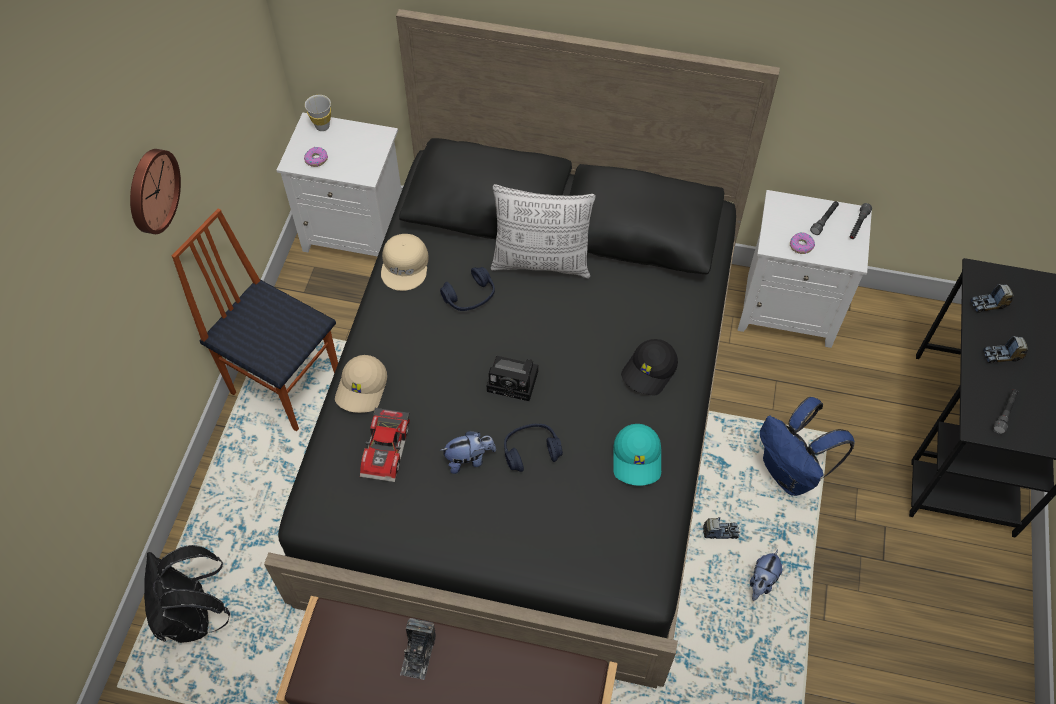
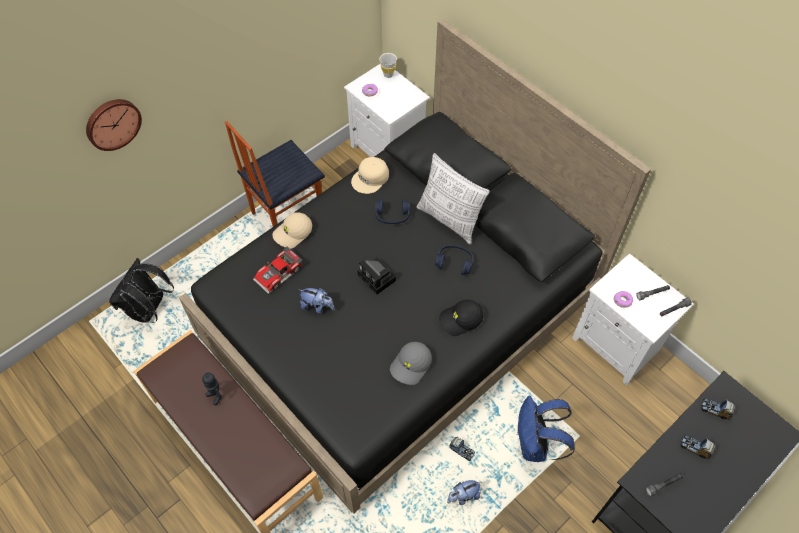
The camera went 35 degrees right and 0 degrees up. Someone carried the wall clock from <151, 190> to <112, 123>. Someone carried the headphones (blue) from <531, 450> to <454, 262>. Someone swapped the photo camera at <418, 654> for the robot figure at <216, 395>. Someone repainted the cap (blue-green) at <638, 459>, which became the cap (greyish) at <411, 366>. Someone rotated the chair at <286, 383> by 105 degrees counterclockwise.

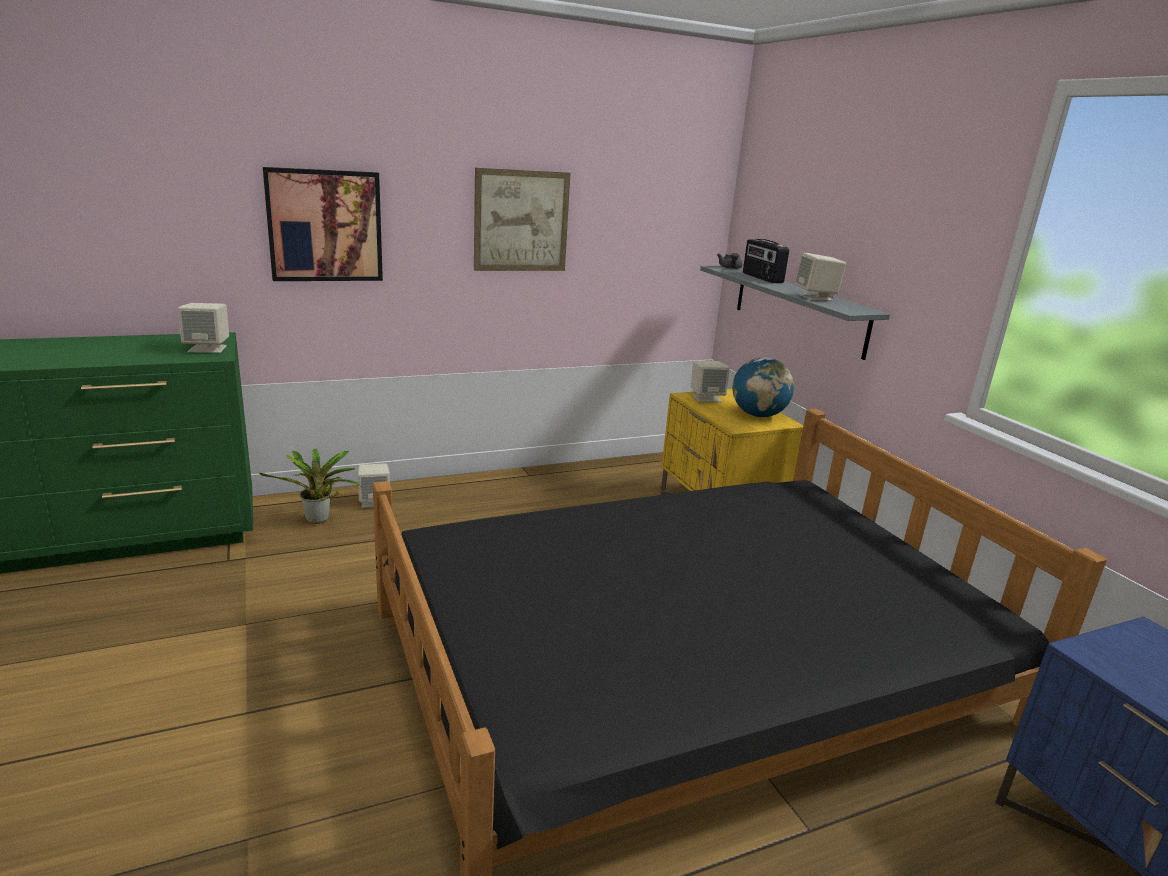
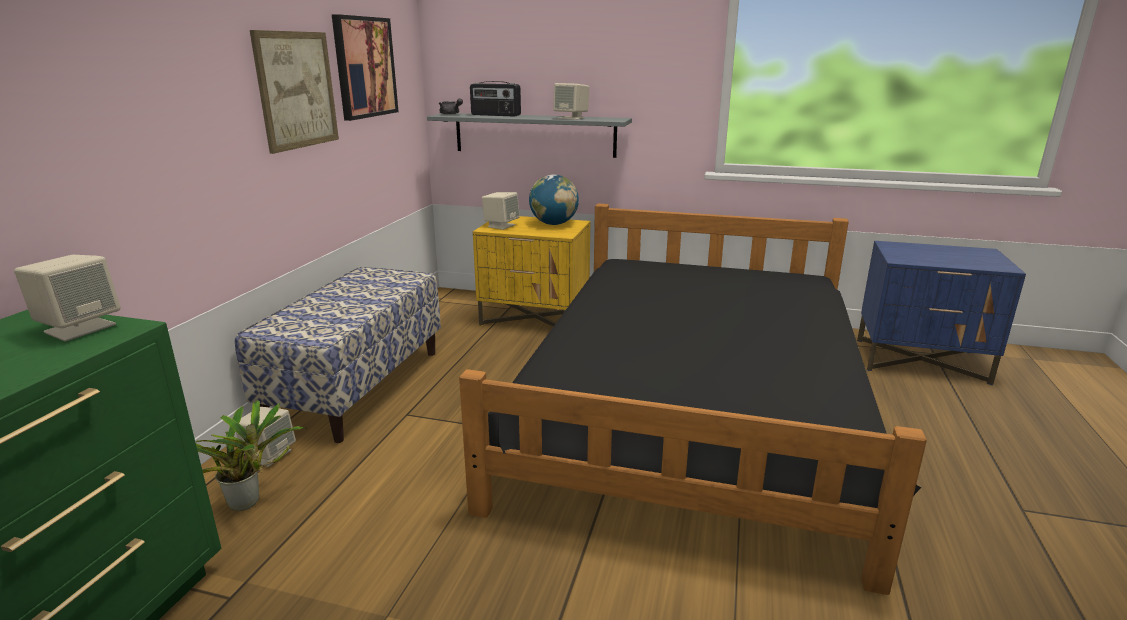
The camera went 50 degrees left and 0 degrees up. Someone put down the bench at <357, 387>. Someone carried the wall picture from <325, 226> to <364, 67>.

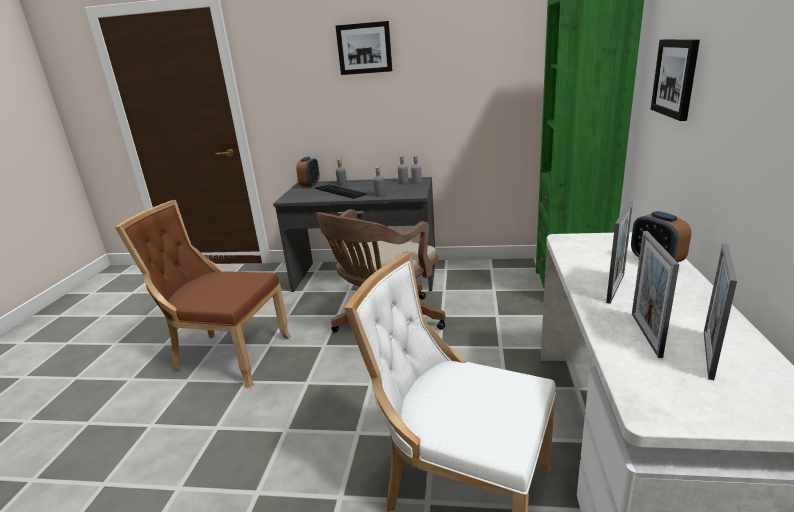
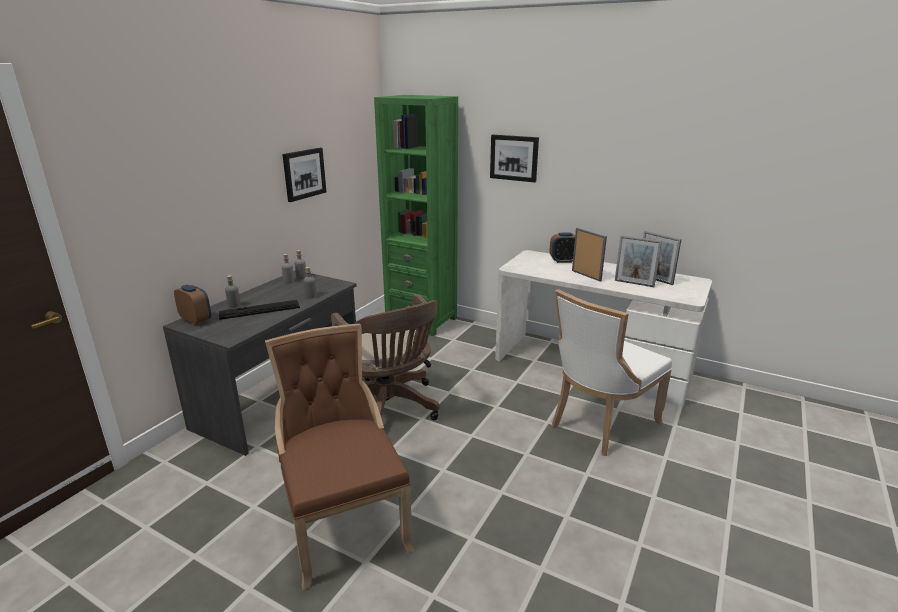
The camera went 70 degrees left and 0 degrees up. Someone carried the wall picture from <364, 48> to <304, 174>. Someone rotated the chair (brown-coloured) at <227, 356> by 120 degrees clockwise.

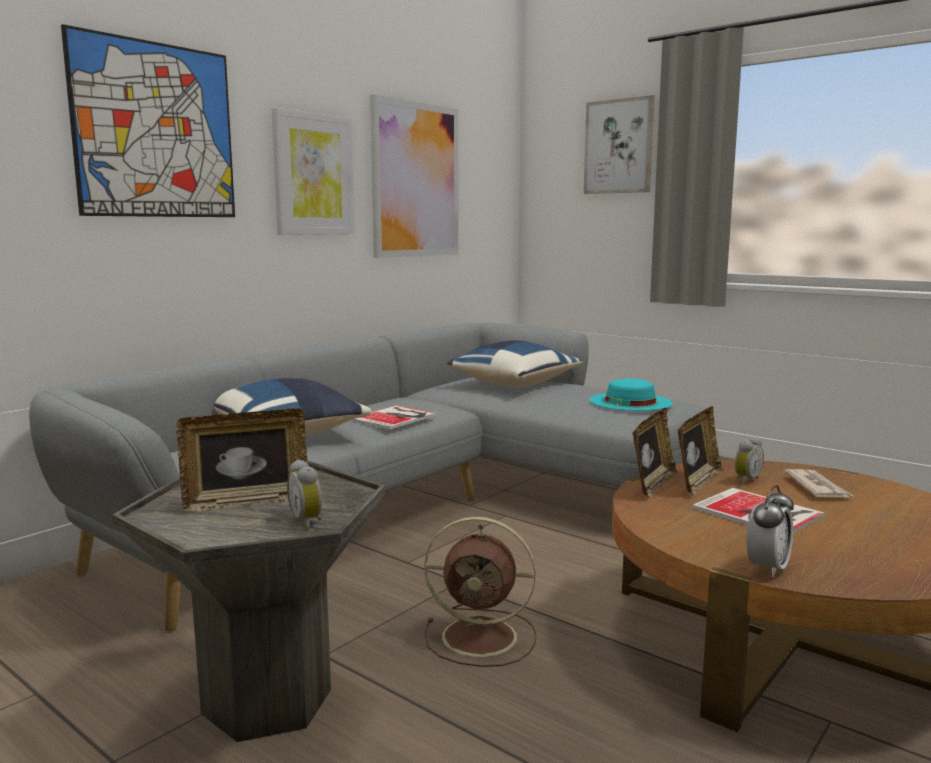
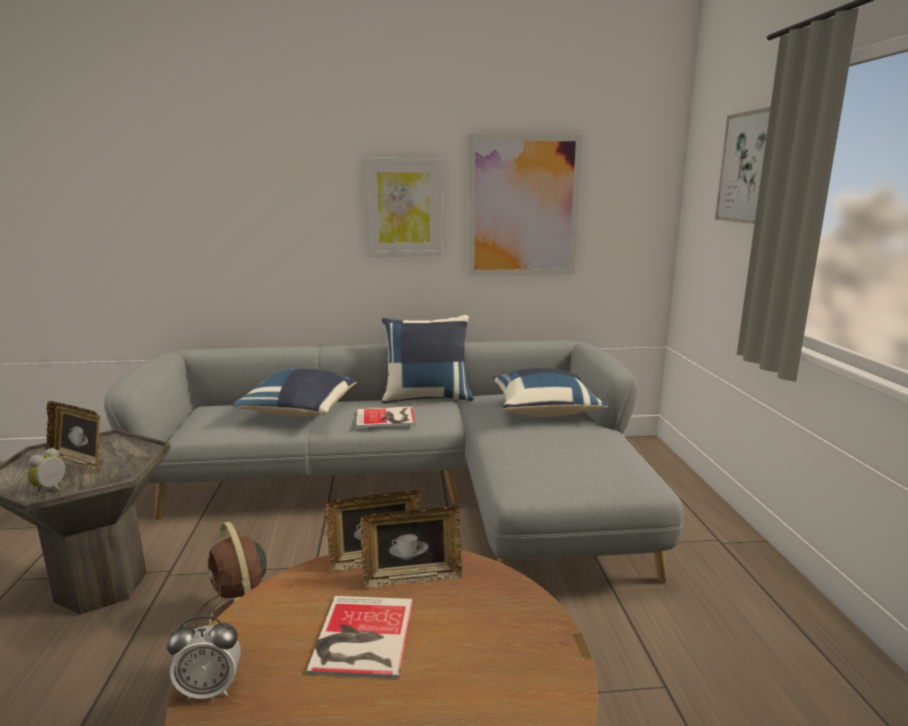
The camera went 45 degrees right and 5 degrees up. Someone took away the wall picture at <156, 131>. Someone took away the clothing hat (blue-green) at <630, 401>. Someone took away the table clock at <745, 480>. Someone took away the printed paper at <817, 487>. Someone put down the cushion (blue) at <427, 397>.

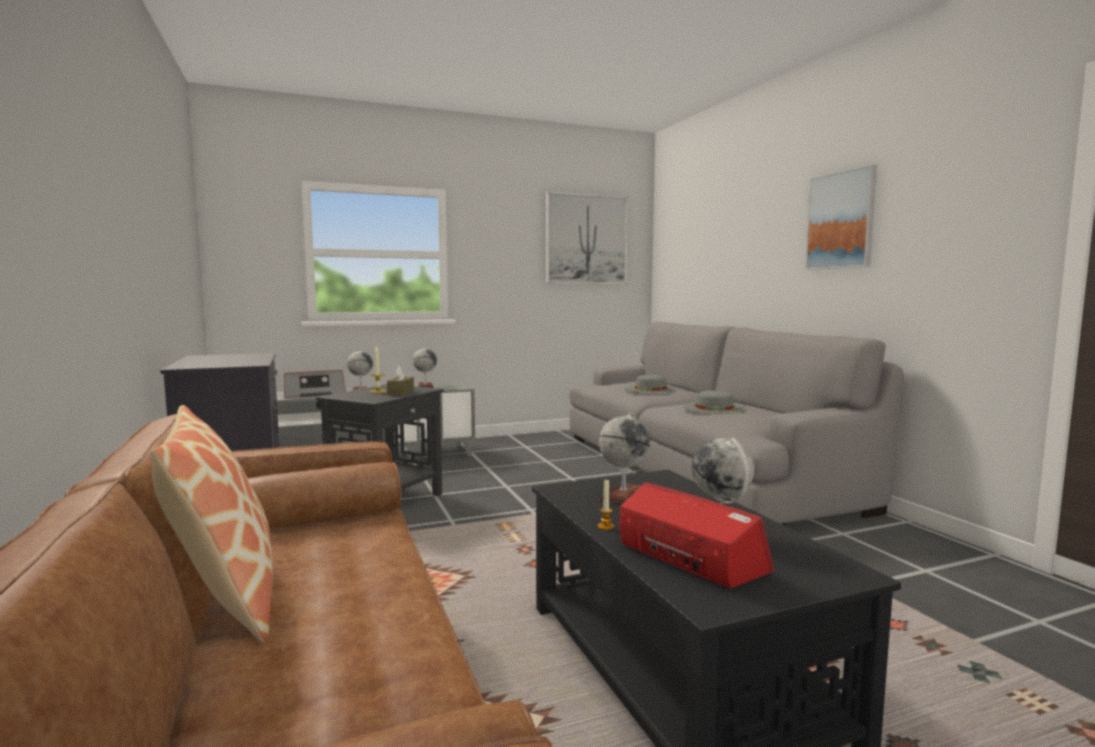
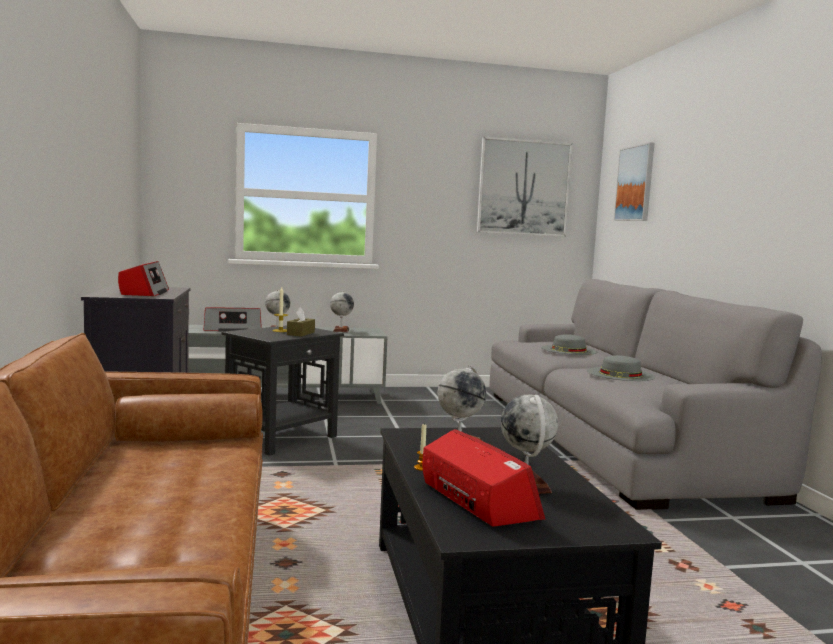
The camera went 10 degrees right and 0 degrees up. Someone took away the cushion at <225, 598>. Someone put down the radio receiver at <144, 292>. Someone carried the wall picture from <841, 220> to <635, 183>.

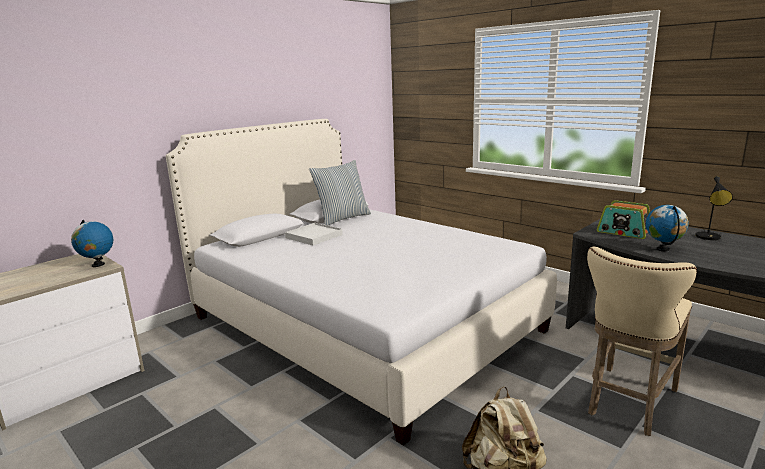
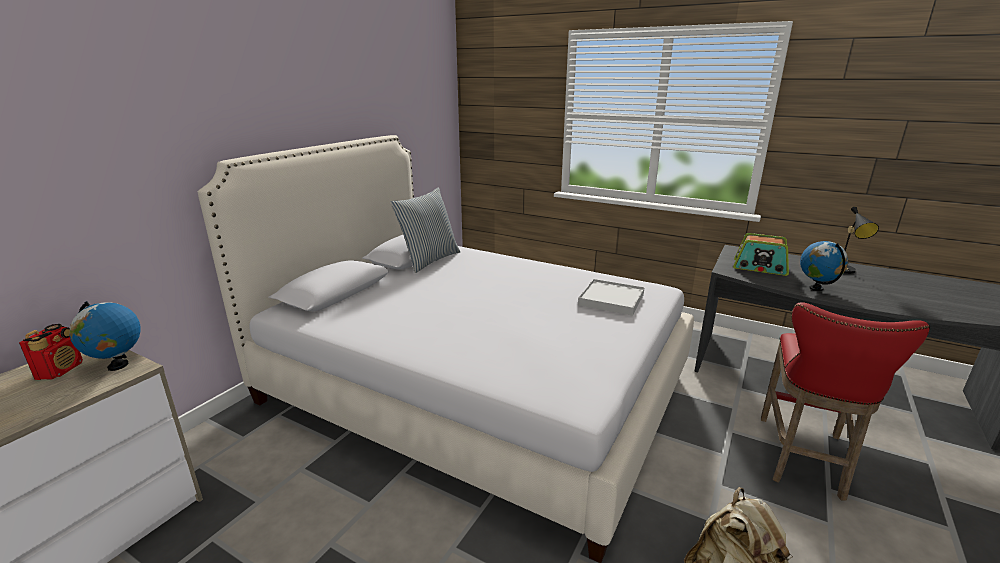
The camera went 15 degrees left and 5 degrees up. Someone put down the radio receiver at <60, 370>. Someone carried the serving tray (whitish) from <314, 236> to <611, 300>. Someone repainted the stool seat (beige) at <628, 403>, which became the stool seat (red-coloured) at <802, 460>.

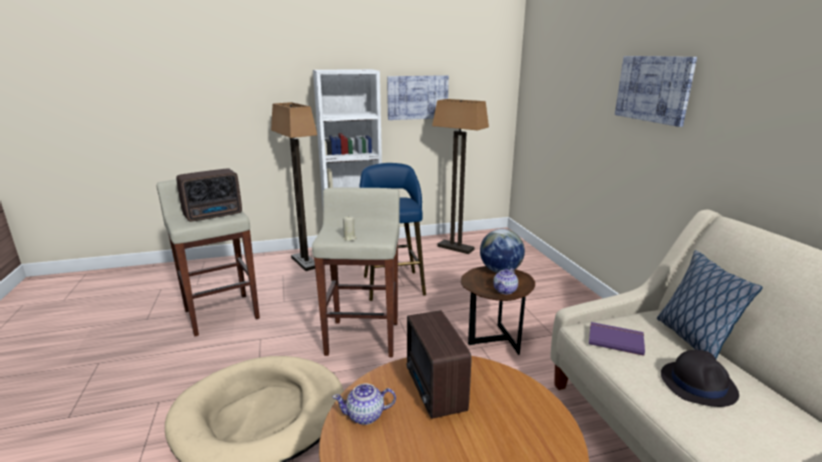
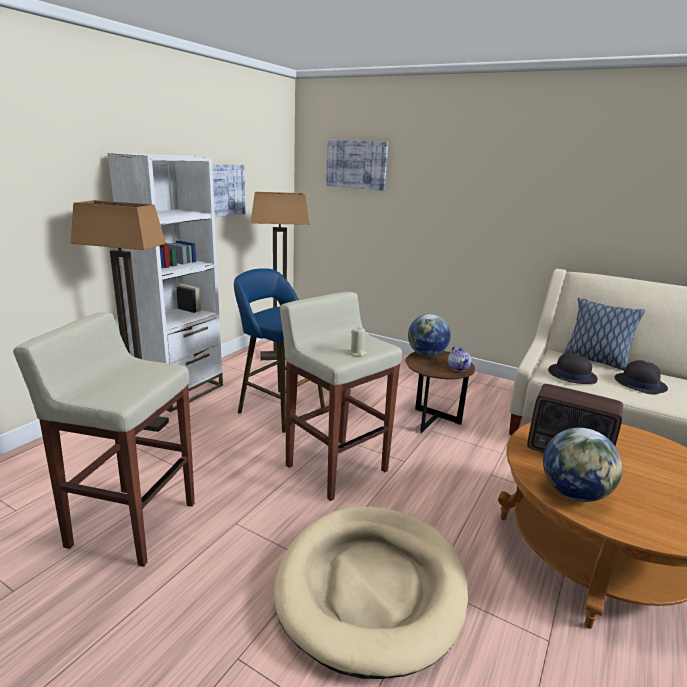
The camera went 45 degrees left and 0 degrees up. Someone took away the radio receiver at <215, 215>. Someone carried the wall picture from <653, 89> to <356, 164>. Someone swapped the pot for tea at <366, 415> for the world globe at <574, 493>. Someone swapped the volume (purplish) at <615, 339> for the clothing hat (blackish) at <571, 375>.

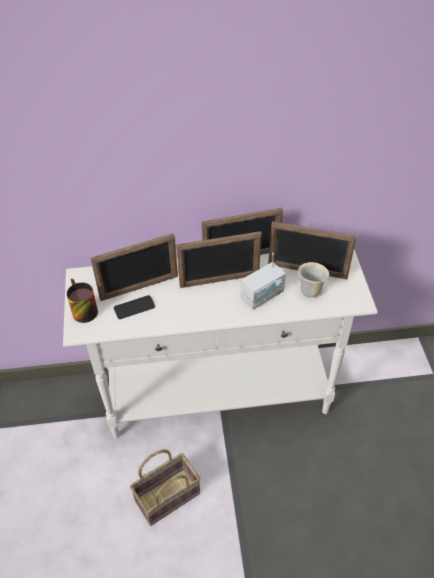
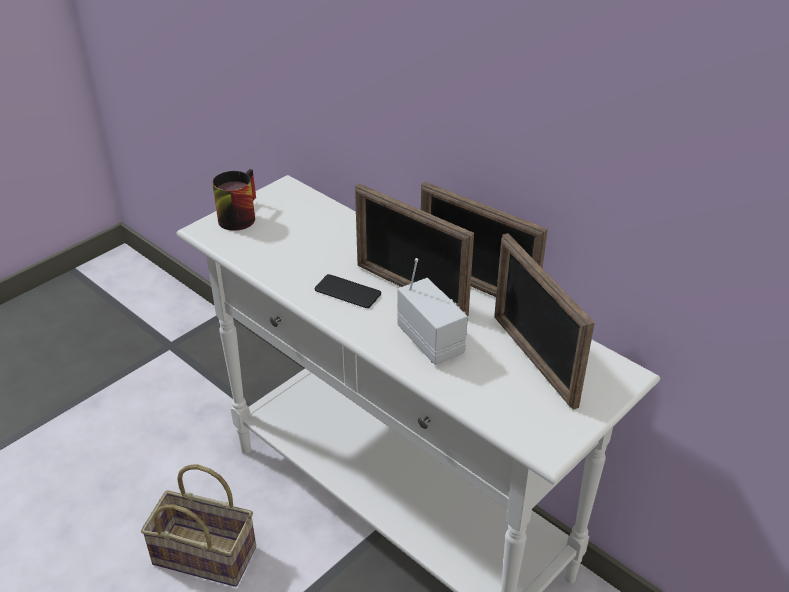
The camera went 50 degrees right and 10 degrees down. Someone took away the photo frame at <139, 287>. Someone took away the mug (beige) at <310, 291>. Someone carried the telephone from <134, 307> to <347, 292>. Someone rotated the radio receiver at <262, 296> by 135 degrees counterclockwise.

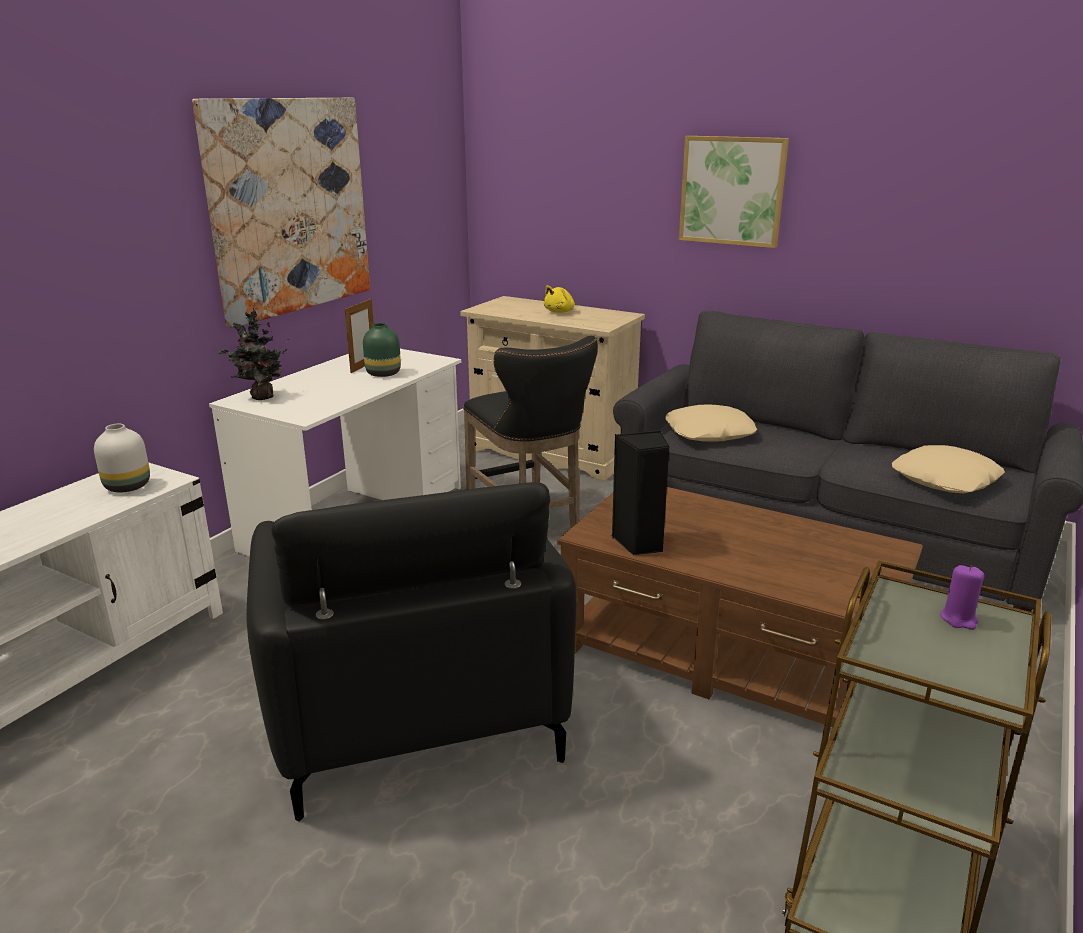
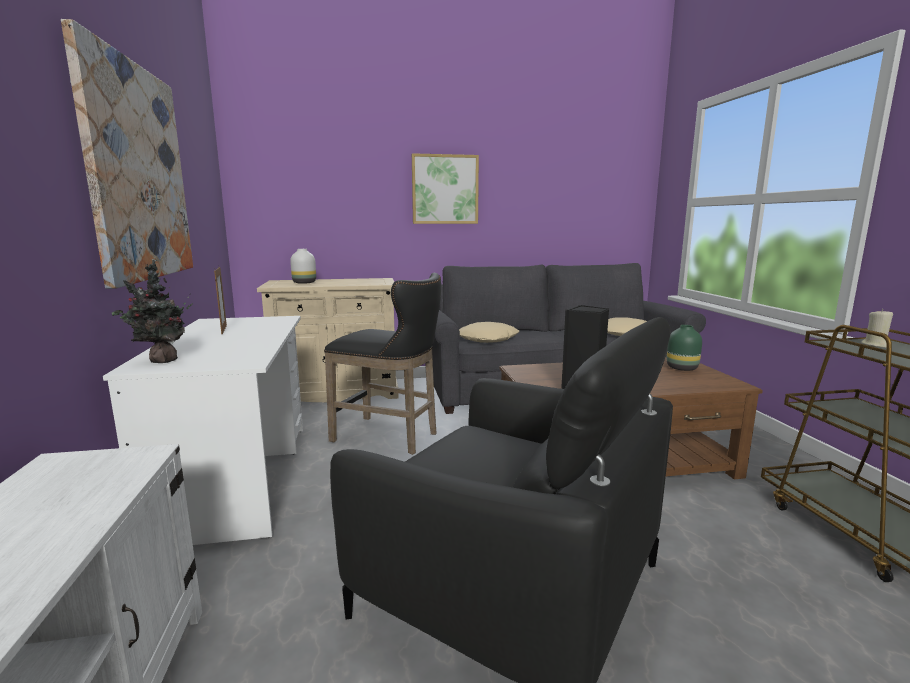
The camera went 40 degrees left and 10 degrees down. Someone took away the soft toy (yellowish) at <560, 312>. Someone carried the flower vase (whitish) from <127, 486> to <303, 283>. Someone carried the flower vase (green) from <384, 374> to <682, 368>. Someone repainted the wax candle (purplish) at <959, 619>, which became the wax candle (beige) at <875, 345>.

